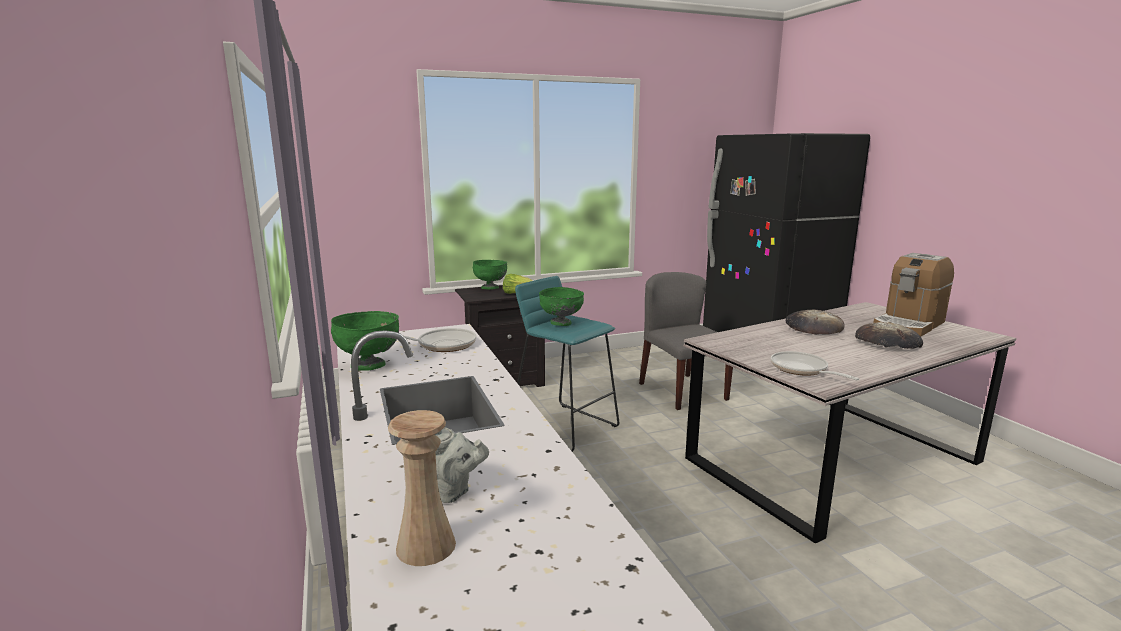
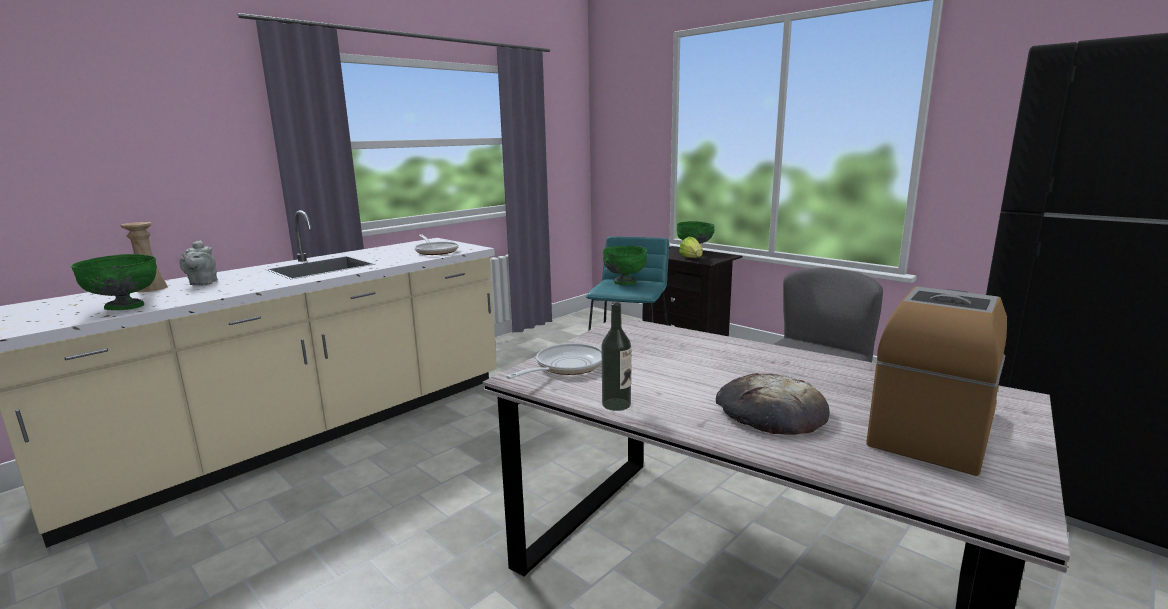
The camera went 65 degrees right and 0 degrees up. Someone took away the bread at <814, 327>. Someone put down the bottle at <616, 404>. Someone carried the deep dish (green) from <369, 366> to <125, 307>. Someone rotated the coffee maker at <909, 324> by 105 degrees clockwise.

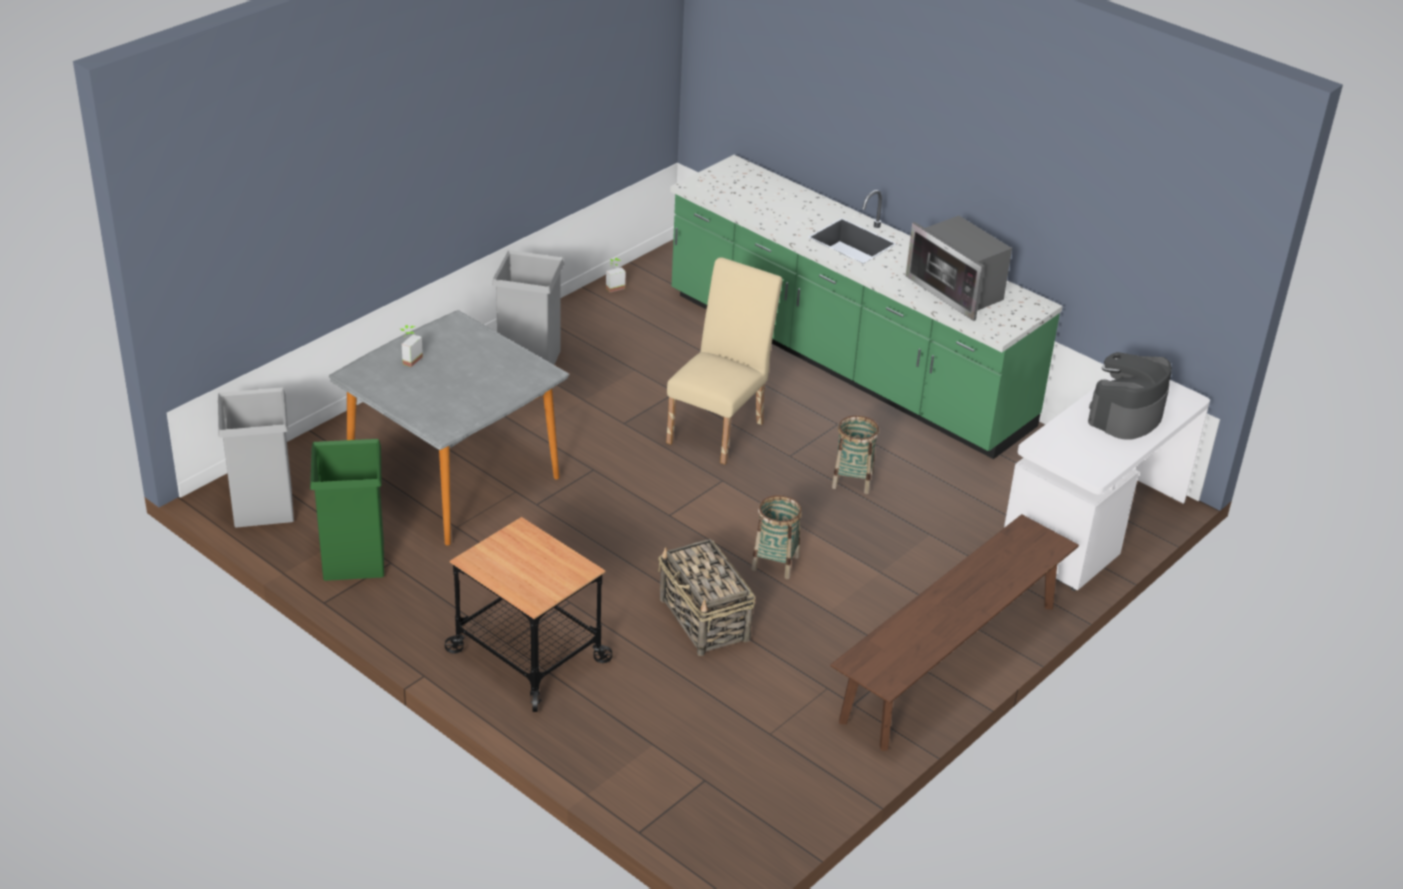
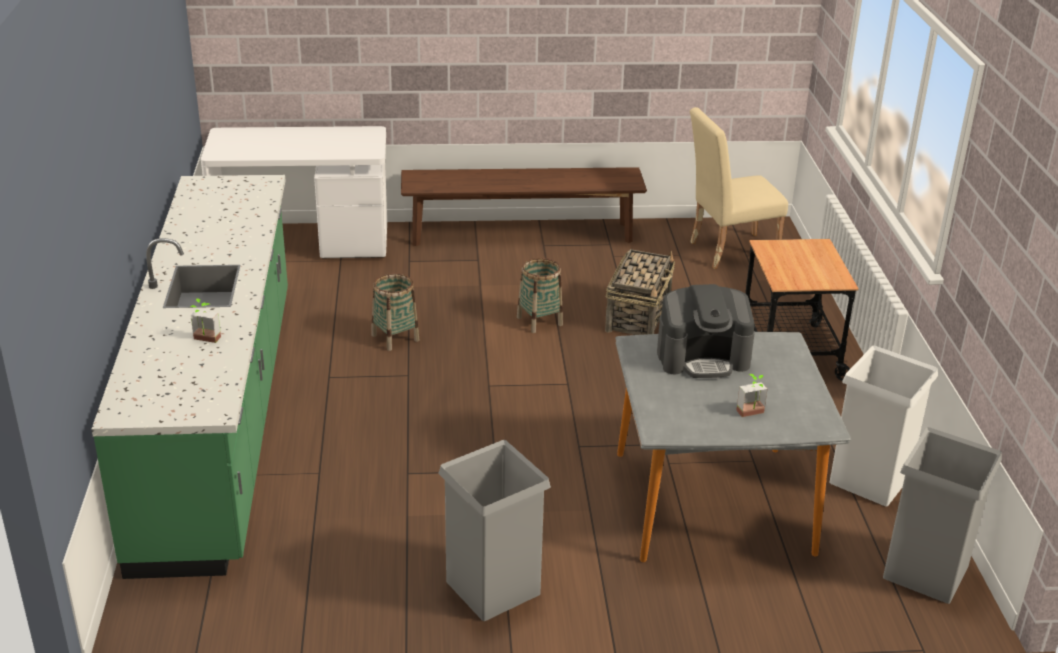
The camera went 135 degrees left and 5 degrees down. Someone took away the kitchen microwave at <957, 290>. Someone carried the potted plant from <613, 286> to <205, 340>. Someone carried the chair (beige) from <720, 429> to <727, 251>. Someone carried the coffee maker from <1125, 416> to <703, 357>. Someone repainted the trash can (green) at <353, 560>, which became the trash can (whitish) at <870, 479>.

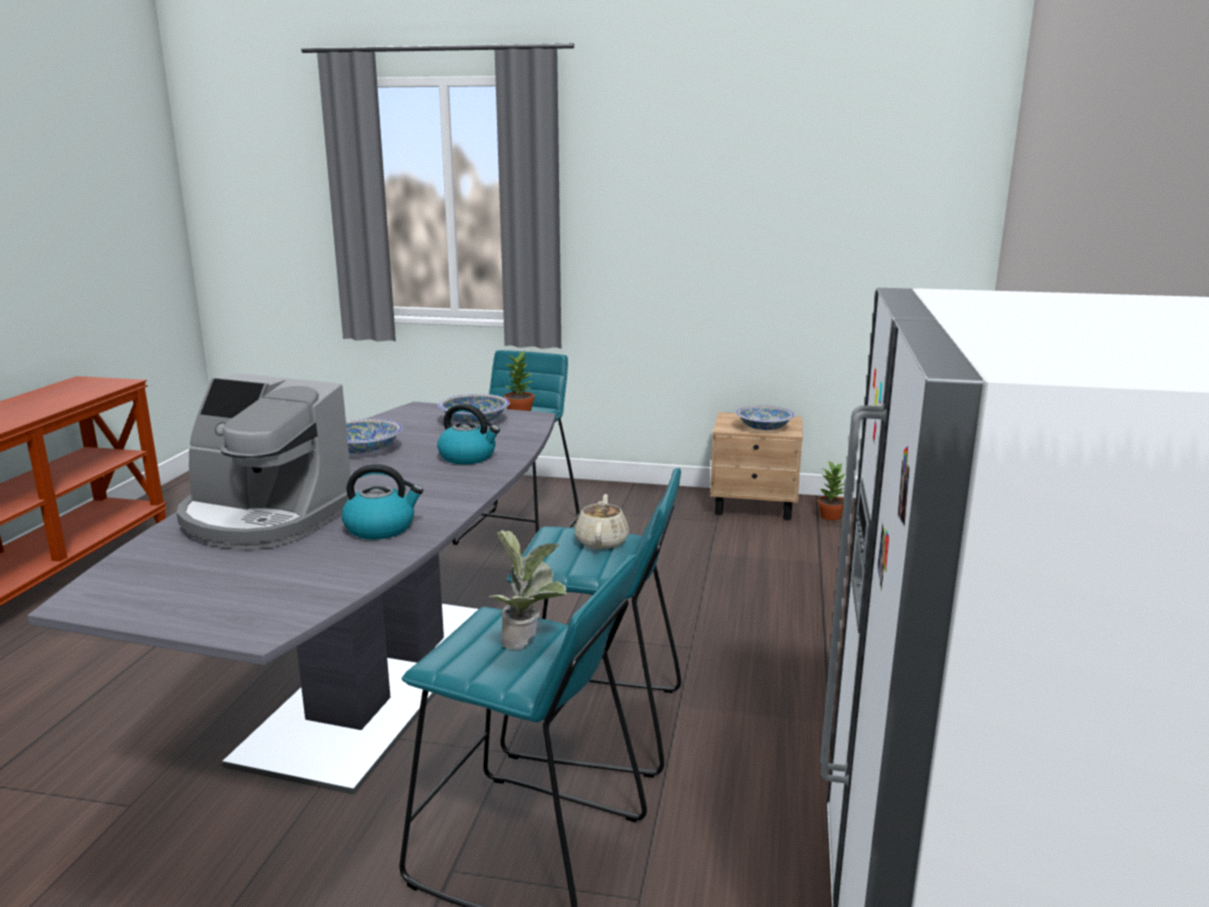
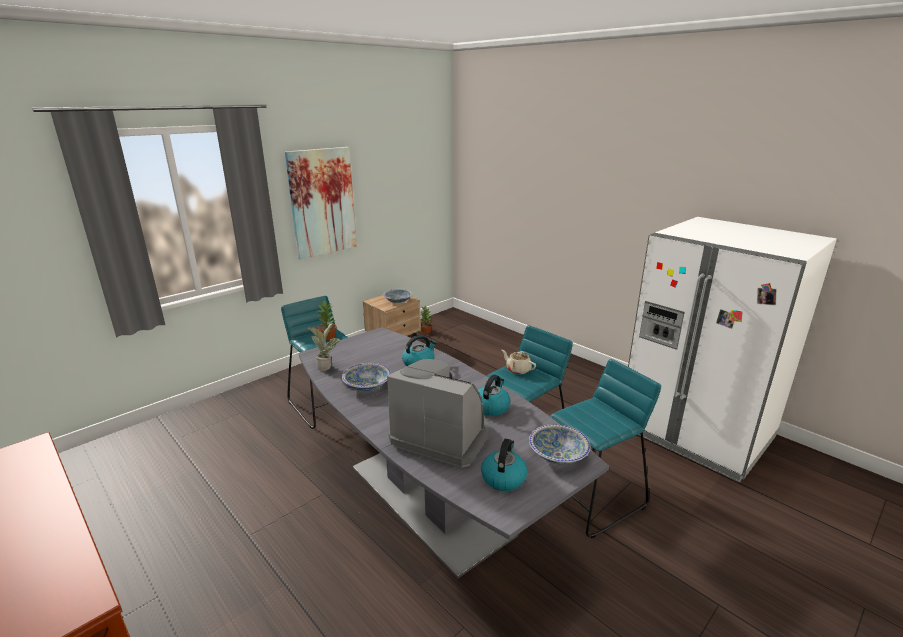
The camera went 55 degrees left and 5 degrees up. Someone put up the wall picture at <322, 202>. Someone put down the tea kettle at <503, 477>. Someone carried the deep dish from <474, 421> to <557, 455>. Someone carried the potted plant from <528, 642> to <327, 366>. Someone rotated the coffee maker at <264, 518> by 120 degrees counterclockwise.

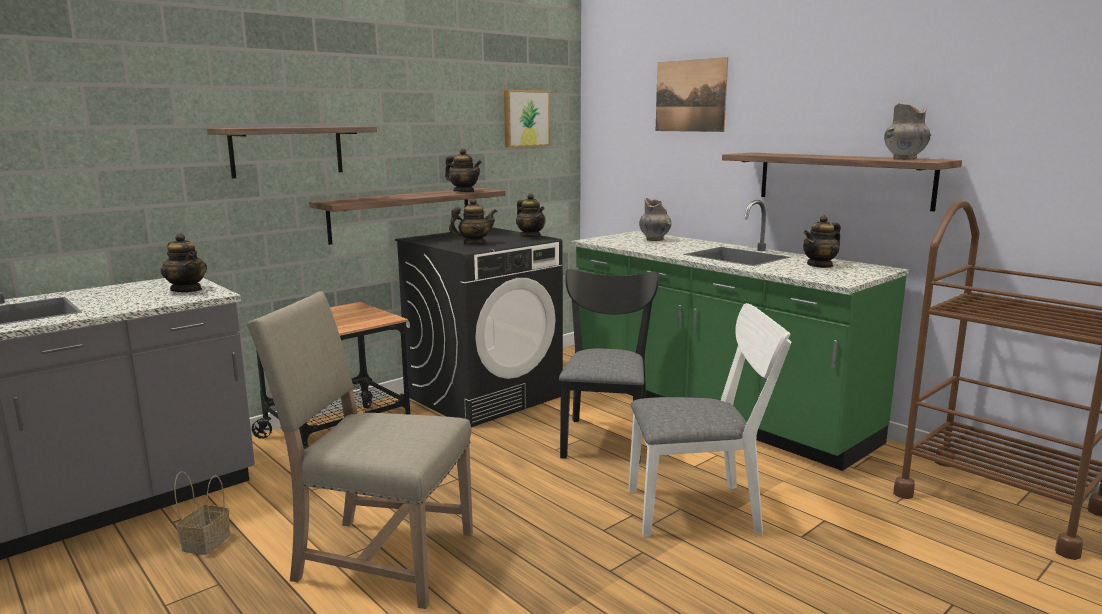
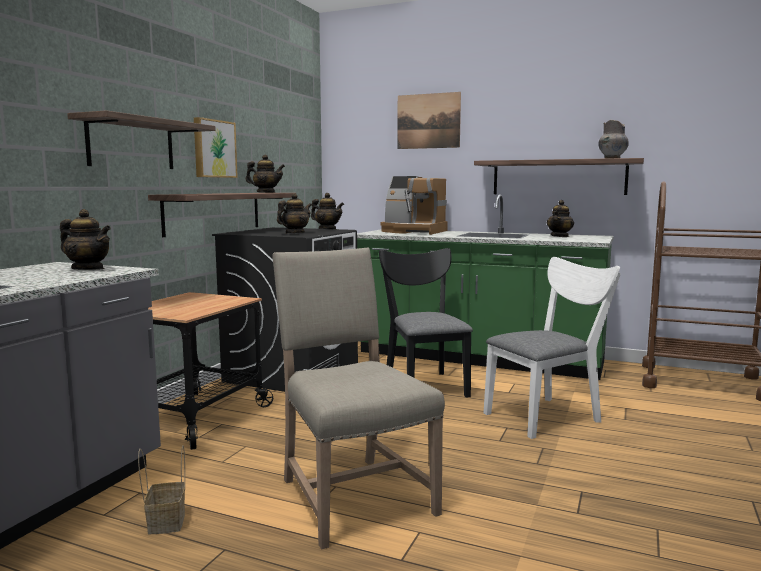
The camera went 25 degrees left and 5 degrees down. Someone carried the wall picture from <525, 118> to <213, 149>. Someone swapped the flower vase (greyish) at <655, 240> for the coffee maker at <413, 231>. Someone rotated the chair (beige) at <378, 557> by 75 degrees clockwise.

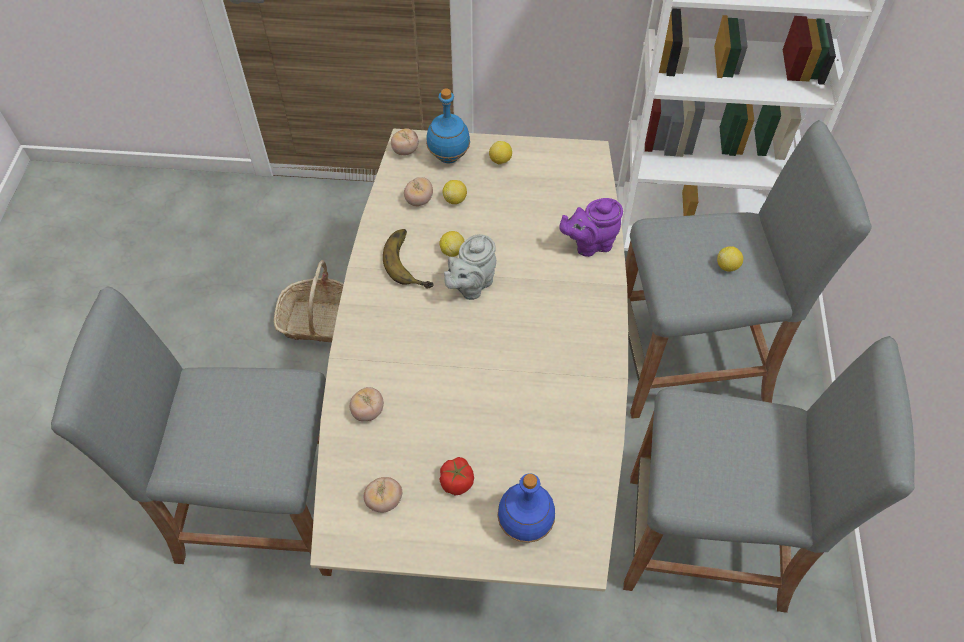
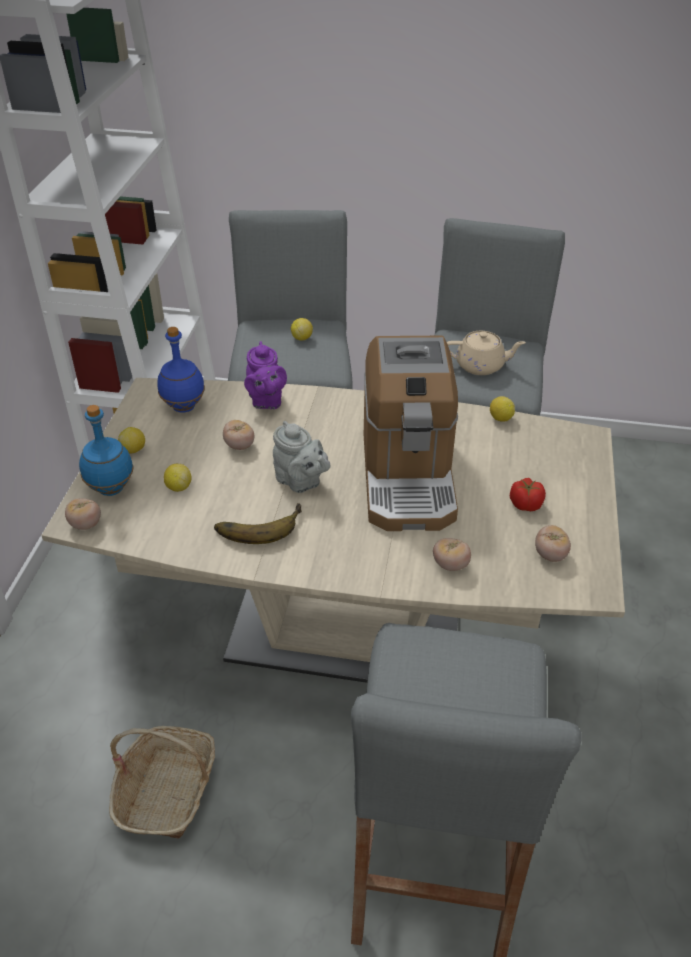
The camera went 85 degrees left and 15 degrees down. Someone put down the coffee maker at <408, 476>. Someone put down the pot for tea (beige) at <481, 366>. Someone carried the tomato from <419, 200> to <239, 445>. Someone carried the whole lemon from <452, 251> to <500, 418>. Someone carried the bottle (blue) from <524, 525> to <184, 407>.

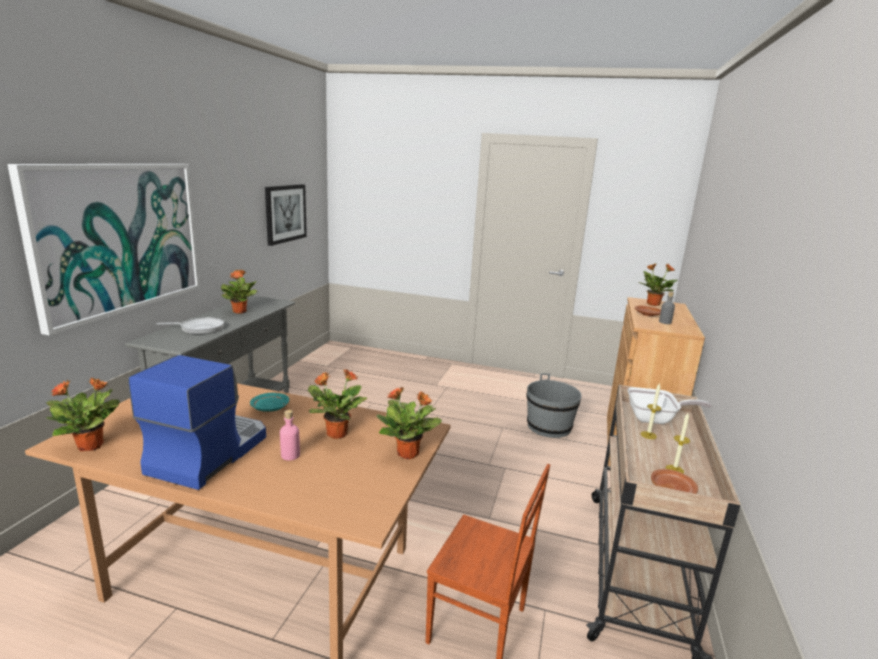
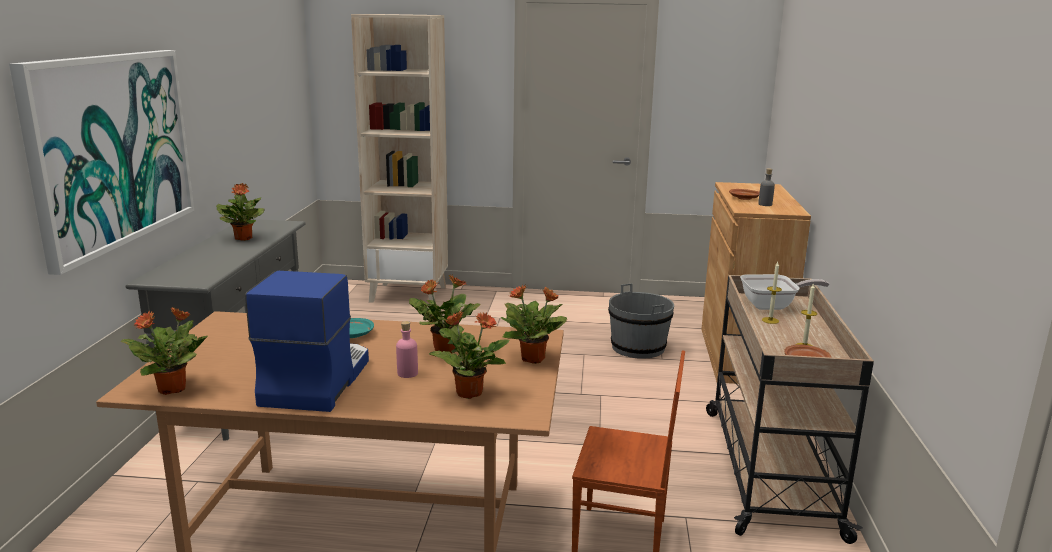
The camera went 10 degrees left and 0 degrees up. Someone took away the pan at <199, 328>. Someone took away the wall picture at <285, 213>. Someone put down the bookshelf (beige) at <409, 294>. Someone carried the potted plant from <652, 304> to <468, 392>.

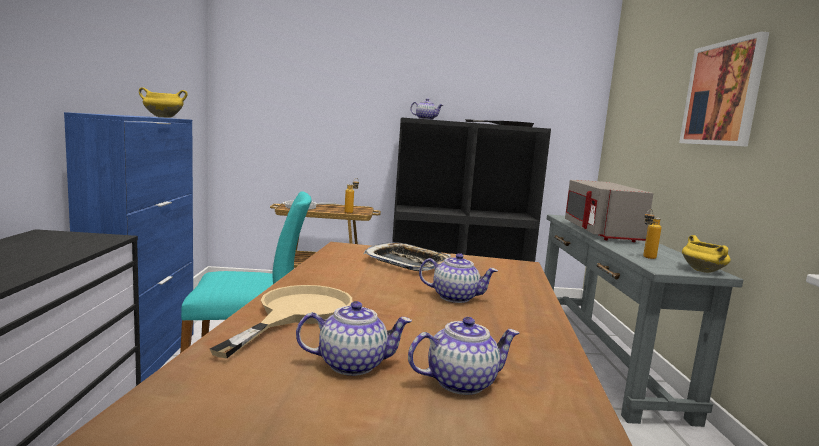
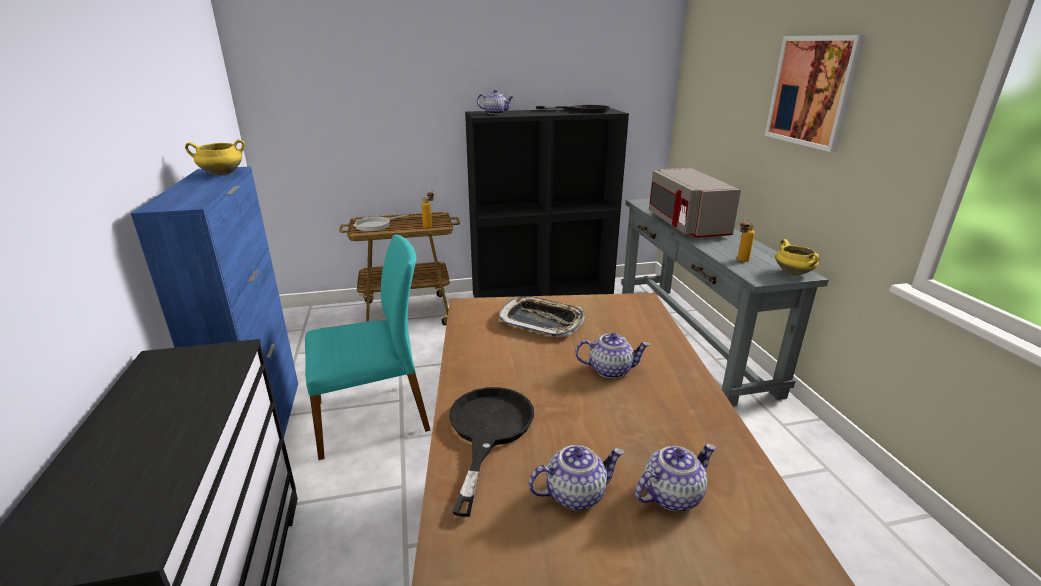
The camera went 10 degrees left and 15 degrees up. Someone repainted the pan (beige) at <297, 314>, which became the pan (blackish) at <488, 431>.

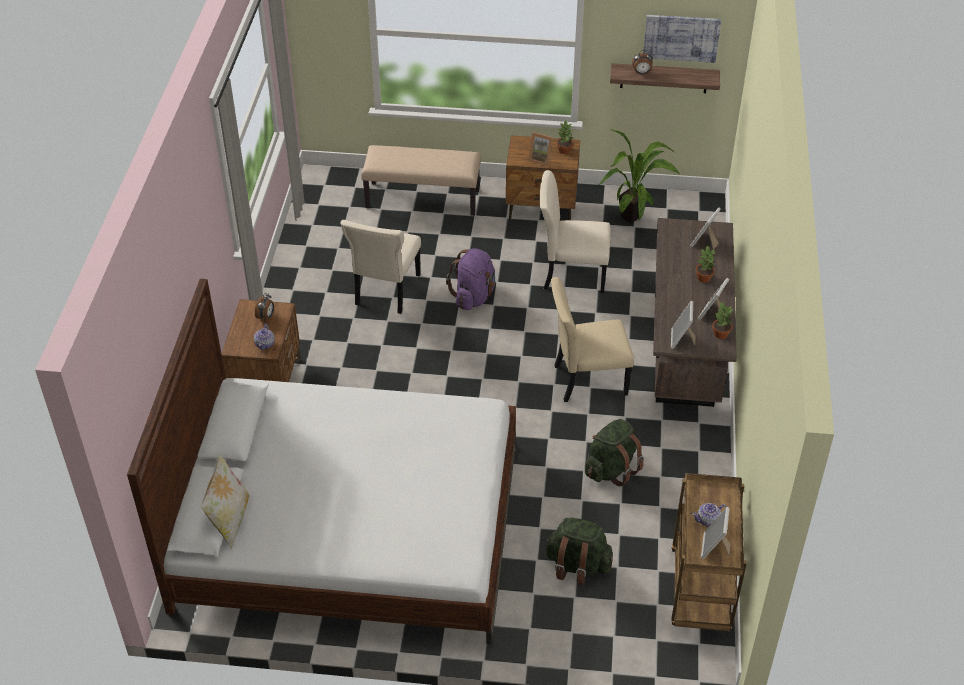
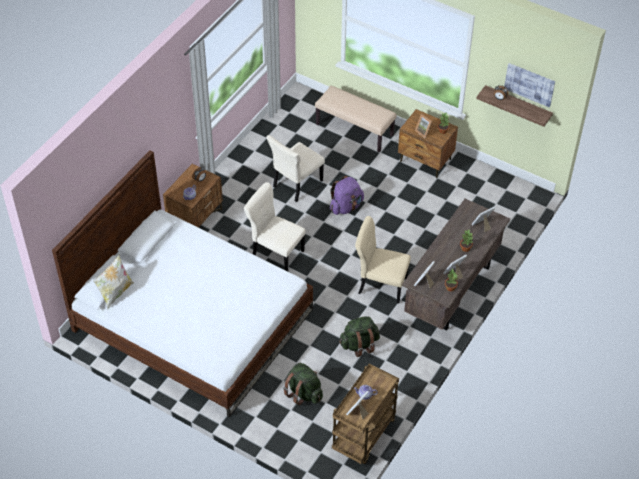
The camera went 25 degrees right and 5 degrees up. Someone took away the potted plant at <633, 219>. Someone carried the chair (beige) from <571, 274> to <276, 253>.

